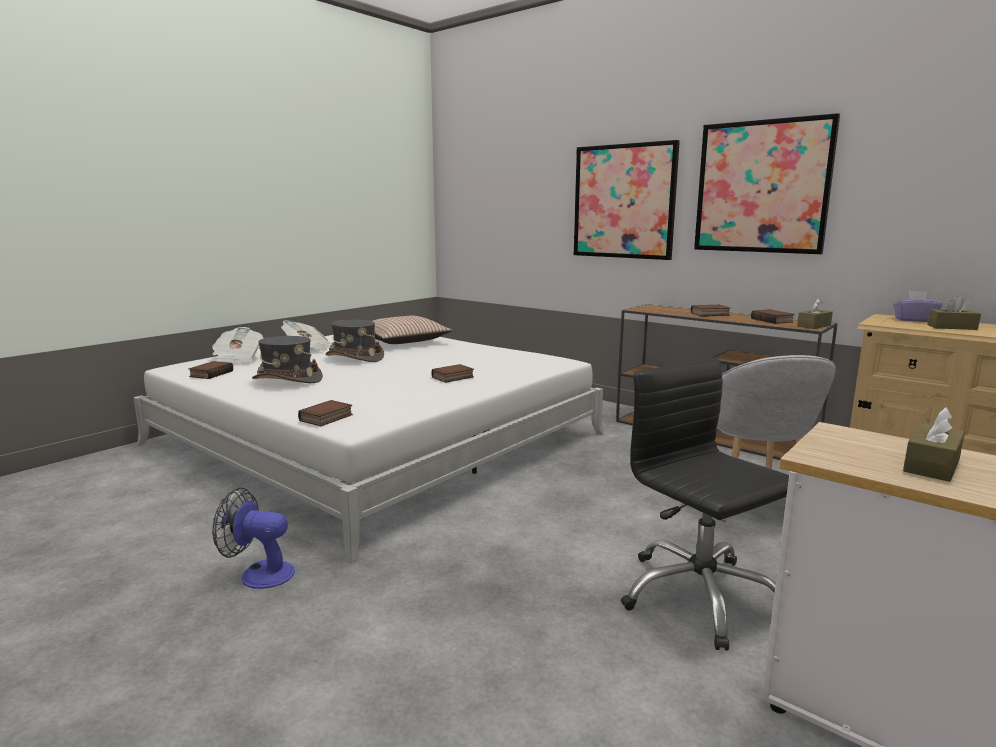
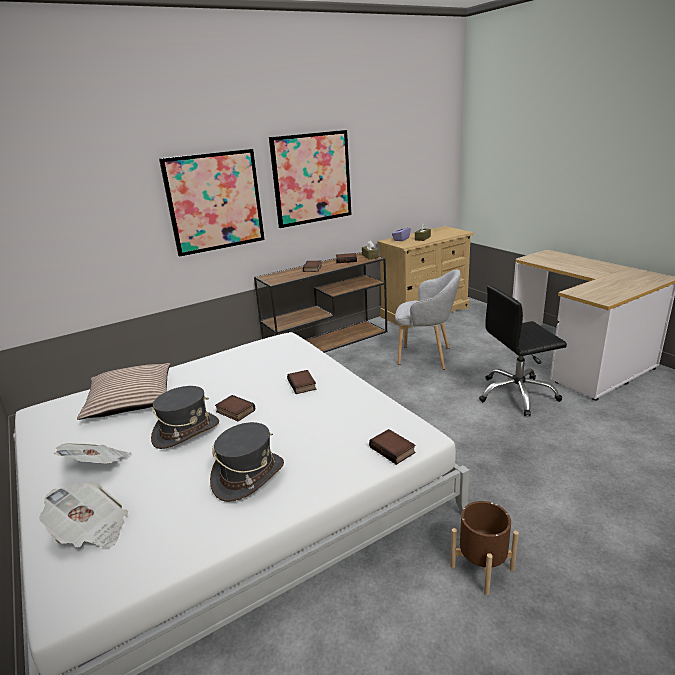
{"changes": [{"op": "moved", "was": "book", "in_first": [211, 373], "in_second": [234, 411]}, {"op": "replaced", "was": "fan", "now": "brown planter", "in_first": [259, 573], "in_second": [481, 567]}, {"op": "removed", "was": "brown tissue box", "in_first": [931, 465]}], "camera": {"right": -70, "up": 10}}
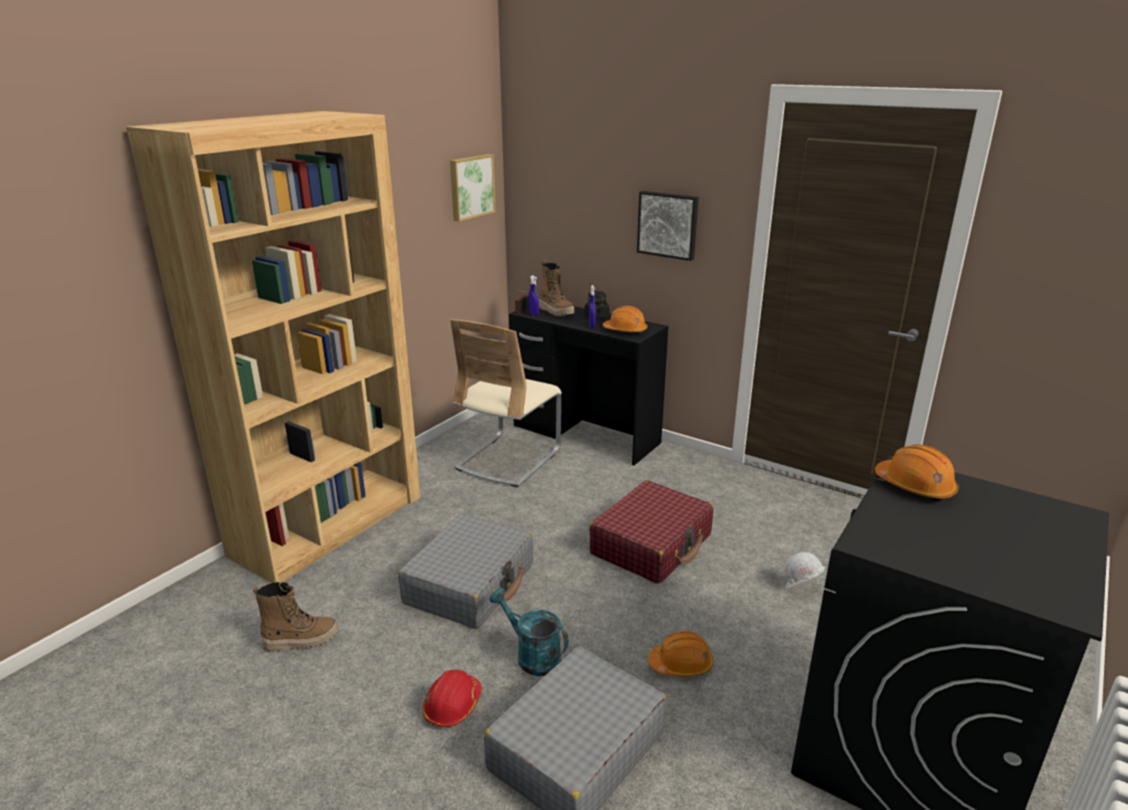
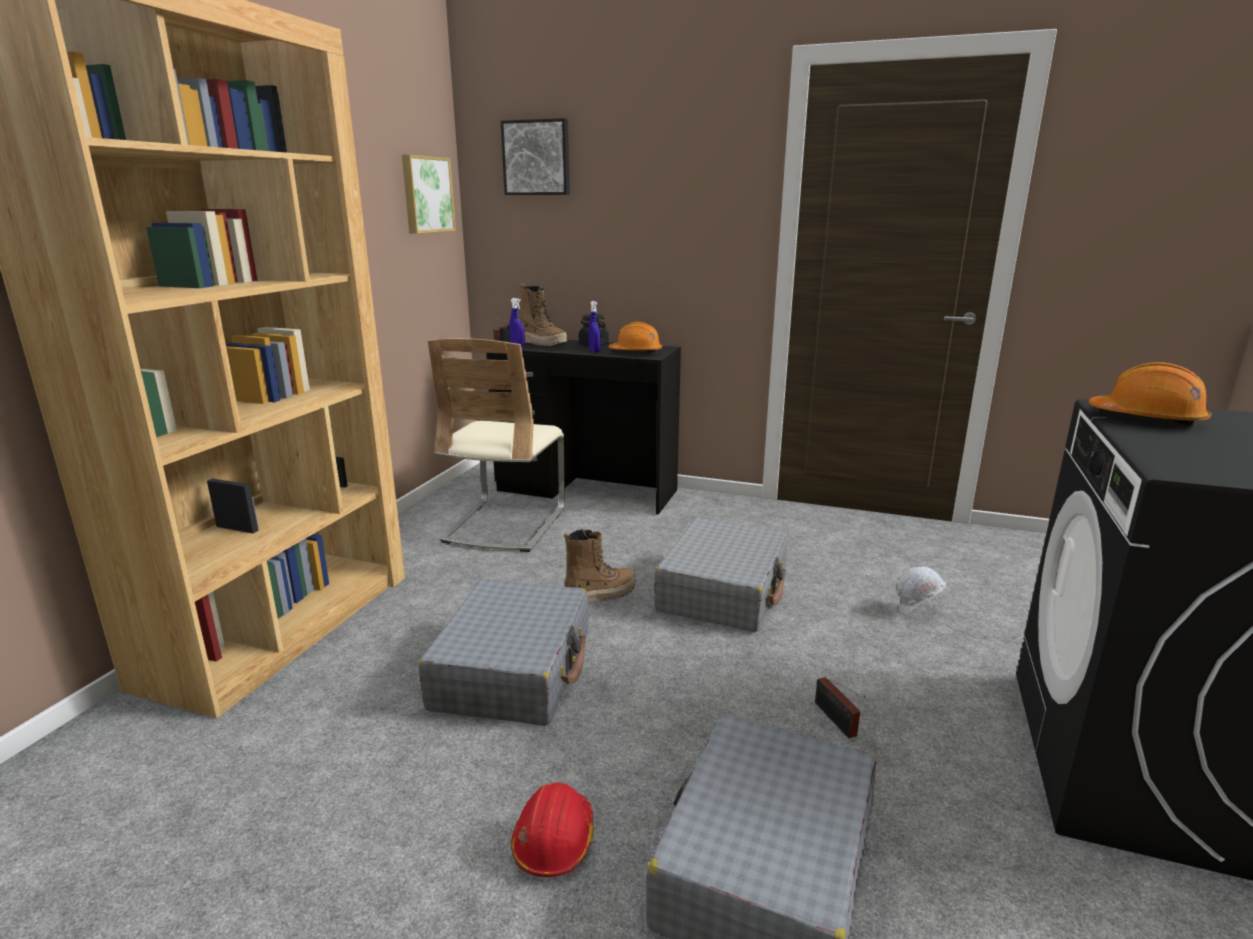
{"changes": [{"op": "moved", "was": "picture", "in_first": [668, 224], "in_second": [537, 158]}, {"op": "moved", "was": "boot", "in_first": [301, 640], "in_second": [601, 595]}, {"op": "recoloured", "was": "red suitcase", "now": "grey suitcase", "in_first": [652, 545], "in_second": [723, 591]}, {"op": "replaced", "was": "orange hard hat", "now": "radio", "in_first": [681, 664], "in_second": [836, 721]}, {"op": "removed", "was": "turquoise watering can", "in_first": [532, 655]}], "camera": {"right": -15, "up": -5}}
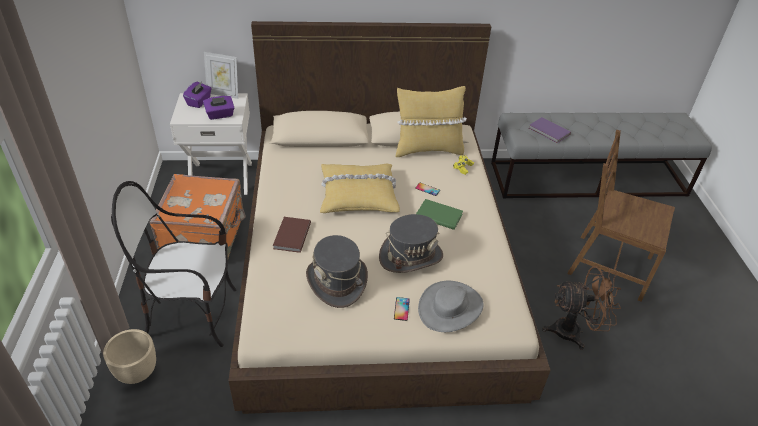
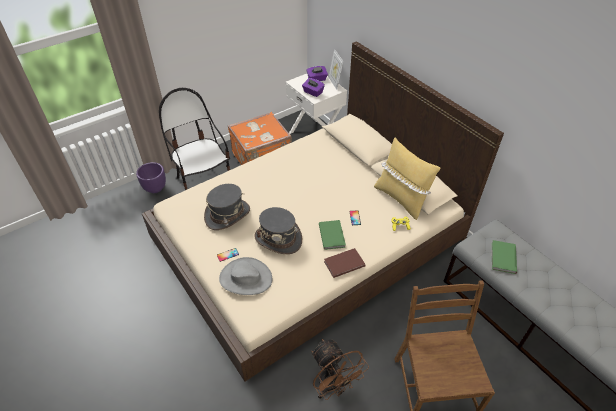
{"changes": [{"op": "recoloured", "was": "beige planter", "now": "purple planter", "in_first": [138, 372], "in_second": [155, 188]}, {"op": "moved", "was": "brown book", "in_first": [291, 236], "in_second": [343, 263]}, {"op": "recoloured", "was": "purple book", "now": "green book", "in_first": [549, 132], "in_second": [502, 258]}, {"op": "removed", "was": "yellow pillow", "in_first": [358, 195]}], "camera": {"right": 60, "up": 5}}
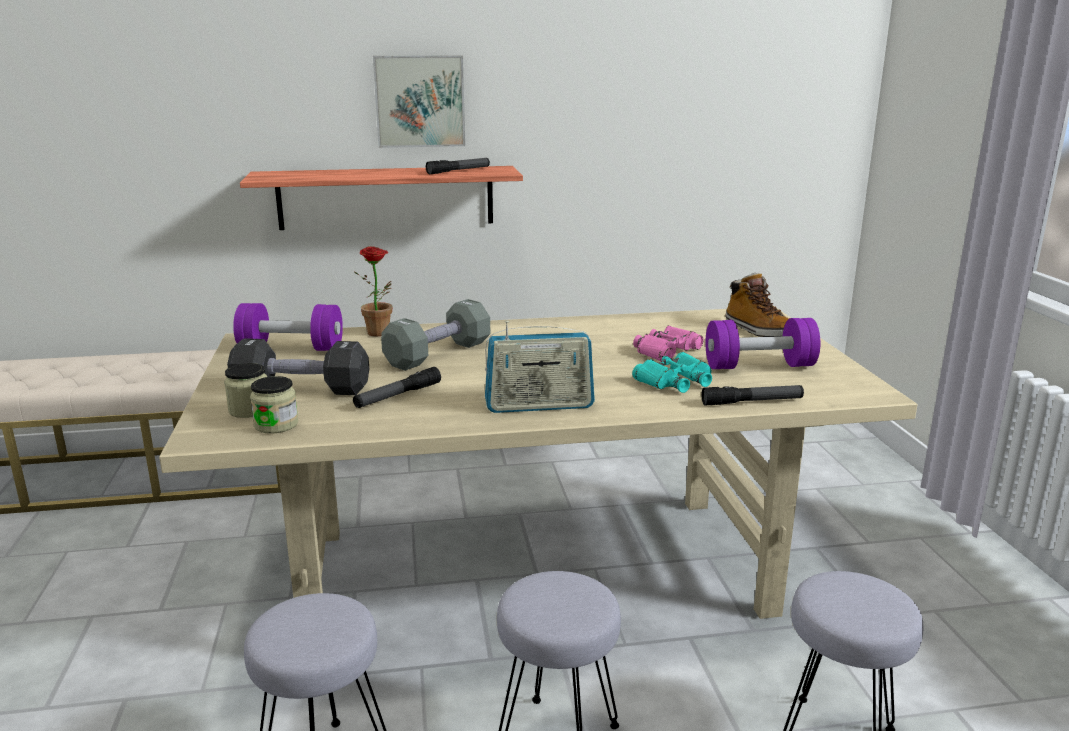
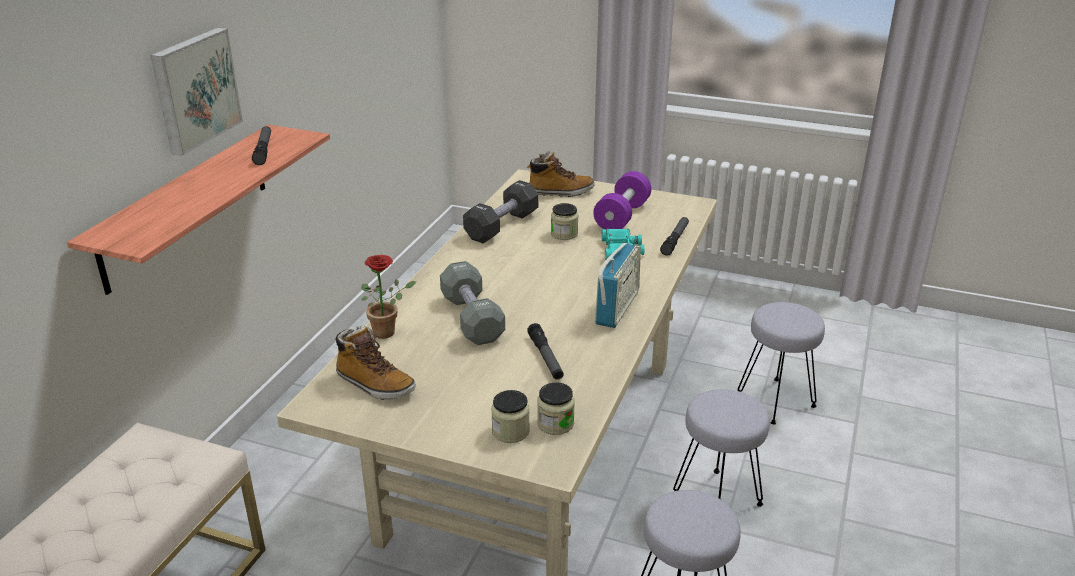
{"changes": [{"op": "replaced", "was": "purple dumbbell", "now": "boot", "in_first": [291, 348], "in_second": [374, 385]}, {"op": "moved", "was": "black dumbbell", "in_first": [301, 389], "in_second": [502, 226]}, {"op": "replaced", "was": "pink binoculars", "now": "jar", "in_first": [666, 351], "in_second": [564, 234]}], "camera": {"right": -60, "up": 10}}
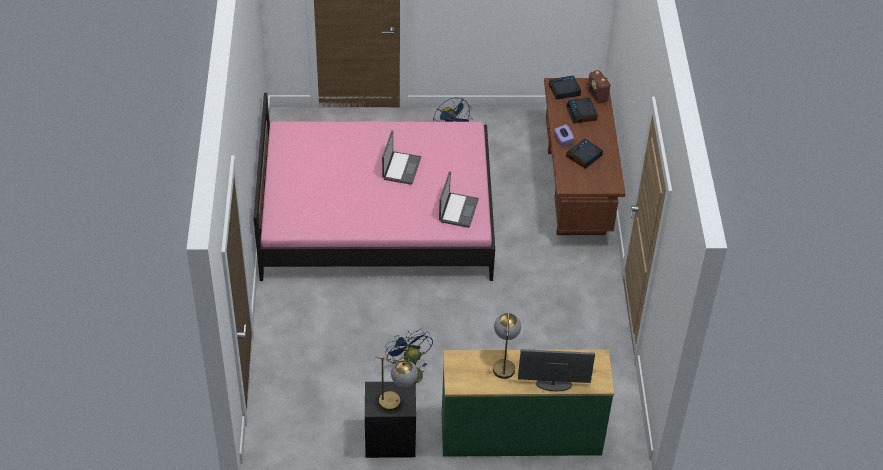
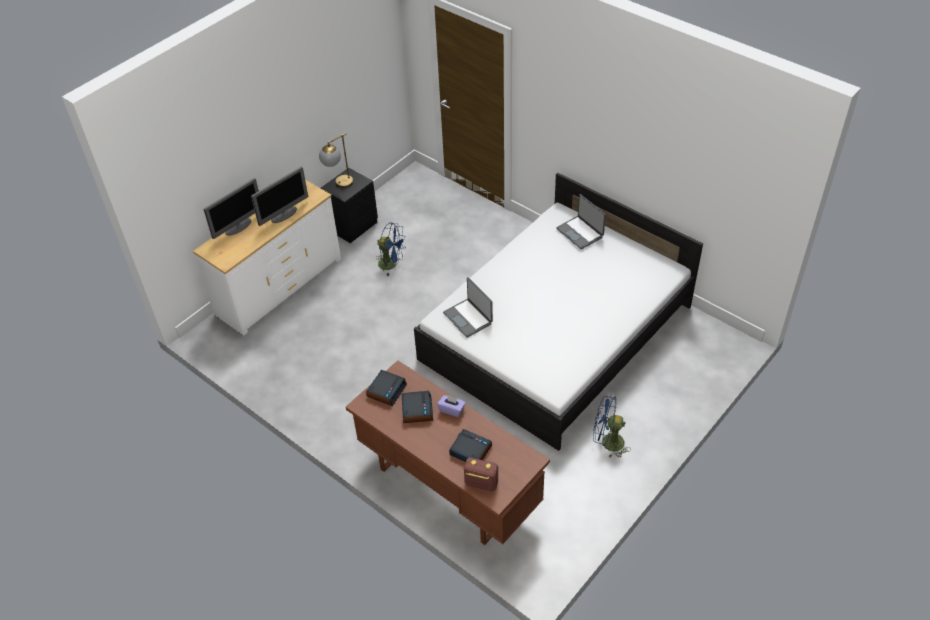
{"changes": [{"op": "recoloured", "was": "green dresser", "now": "white dresser", "in_first": [521, 435], "in_second": [279, 286]}, {"op": "replaced", "was": "table lamp", "now": "monitor", "in_first": [504, 363], "in_second": [284, 214]}, {"op": "moved", "was": "alarm clock", "in_first": [564, 90], "in_second": [386, 390]}, {"op": "recoloured", "was": "pink bed", "now": "white bed", "in_first": [376, 216], "in_second": [556, 332]}, {"op": "moved", "was": "laptop", "in_first": [400, 168], "in_second": [580, 232]}], "camera": {"right": 135, "up": 0}}
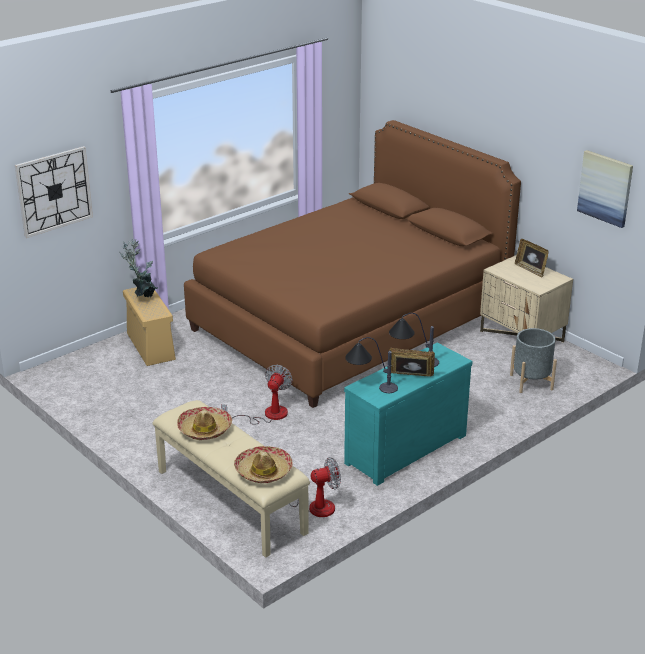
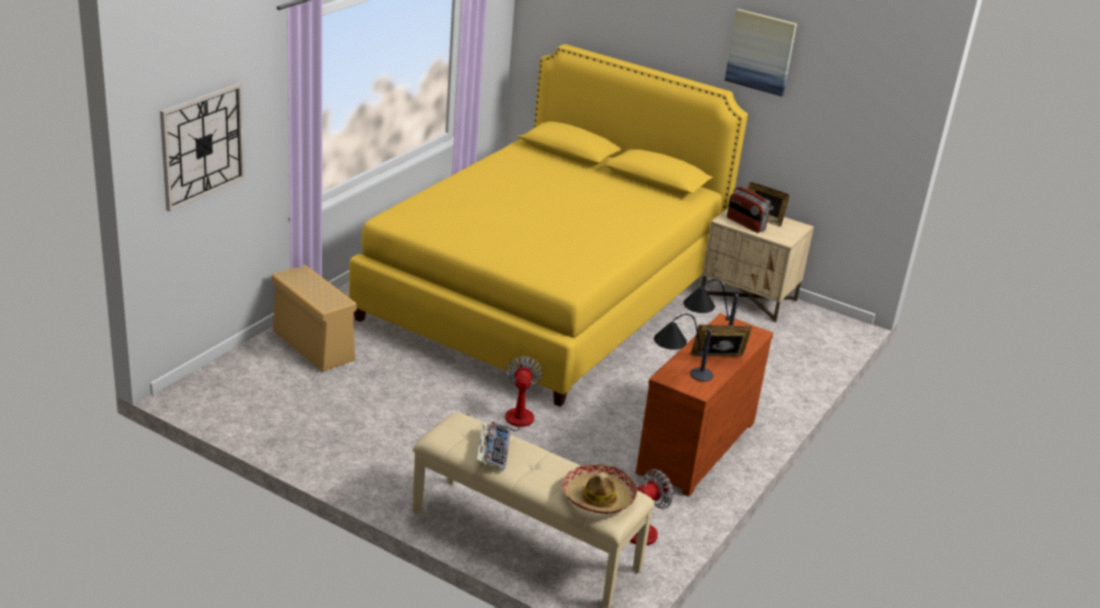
{"changes": [{"op": "recoloured", "was": "brown bed", "now": "yellow bed", "in_first": [349, 322], "in_second": [545, 295]}, {"op": "replaced", "was": "hat", "now": "keyboard", "in_first": [205, 429], "in_second": [493, 450]}, {"op": "recoloured", "was": "turquoise dresser", "now": "brown dresser", "in_first": [403, 448], "in_second": [693, 445]}, {"op": "moved", "was": "picture", "in_first": [605, 188], "in_second": [761, 52]}, {"op": "added", "now": "radio", "in_second": [745, 224]}, {"op": "removed", "was": "potted plant", "in_first": [143, 296]}, {"op": "removed", "was": "grey planter", "in_first": [531, 382]}], "camera": {"right": -20, "up": 0}}
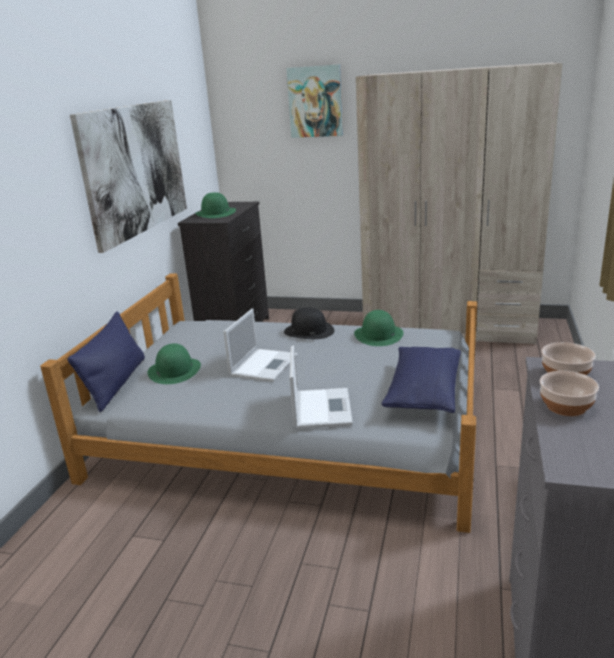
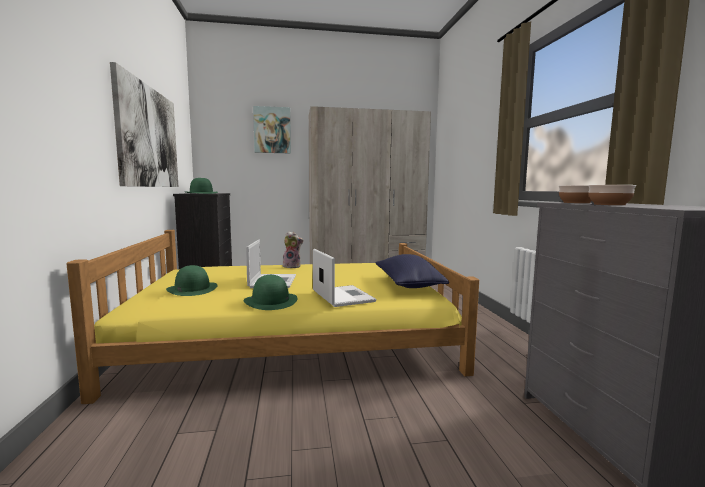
{"changes": [{"op": "recoloured", "was": "grey bed", "now": "yellow bed", "in_first": [294, 428], "in_second": [294, 337]}, {"op": "moved", "was": "green hat", "in_first": [378, 335], "in_second": [271, 301]}, {"op": "replaced", "was": "black hat", "now": "plush toy", "in_first": [308, 331], "in_second": [292, 266]}, {"op": "removed", "was": "blue pillow", "in_first": [116, 383]}], "camera": {"right": -25, "up": -15}}
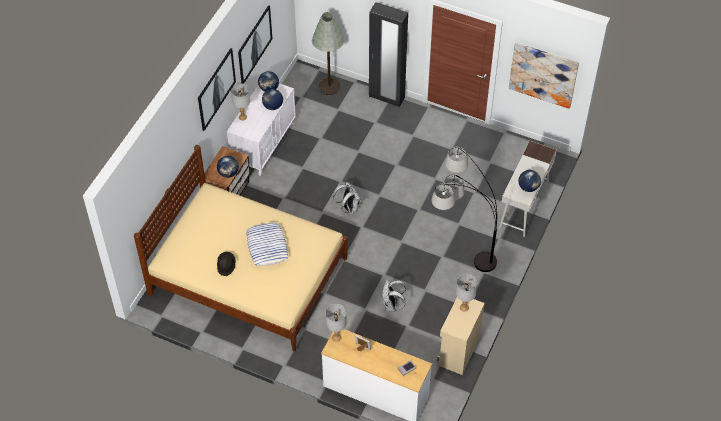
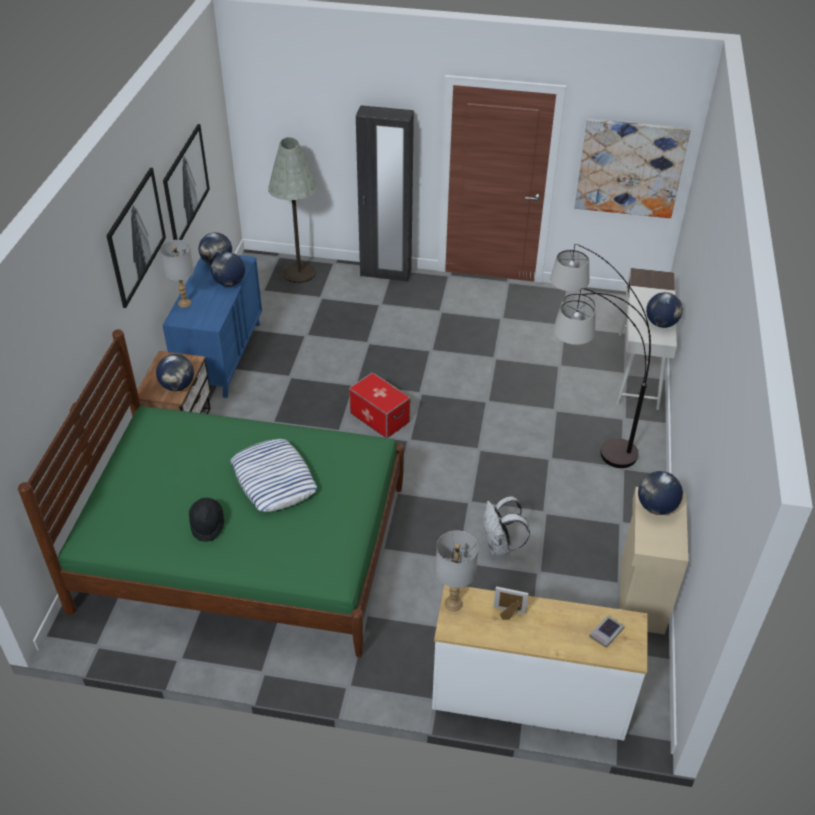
{"changes": [{"op": "recoloured", "was": "beige bed", "now": "green bed", "in_first": [248, 276], "in_second": [244, 547]}, {"op": "recoloured", "was": "white dresser", "now": "blue dresser", "in_first": [264, 144], "in_second": [221, 356]}, {"op": "replaced", "was": "white backpack", "now": "storage box", "in_first": [348, 208], "in_second": [379, 417]}, {"op": "replaced", "was": "grey table lamp", "now": "globe", "in_first": [464, 307], "in_second": [656, 507]}], "camera": {"right": -15, "up": -10}}
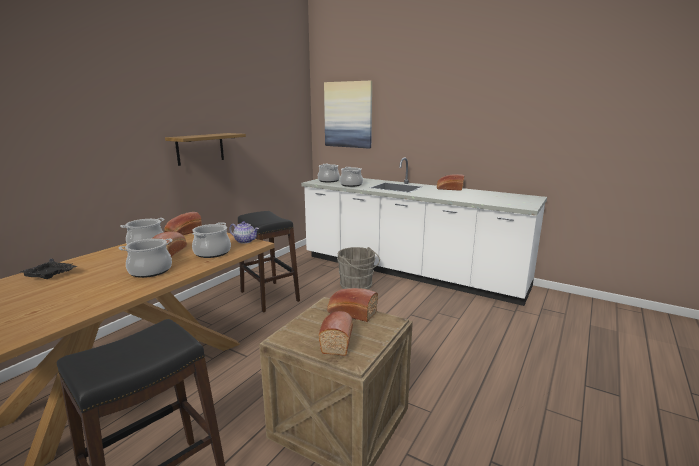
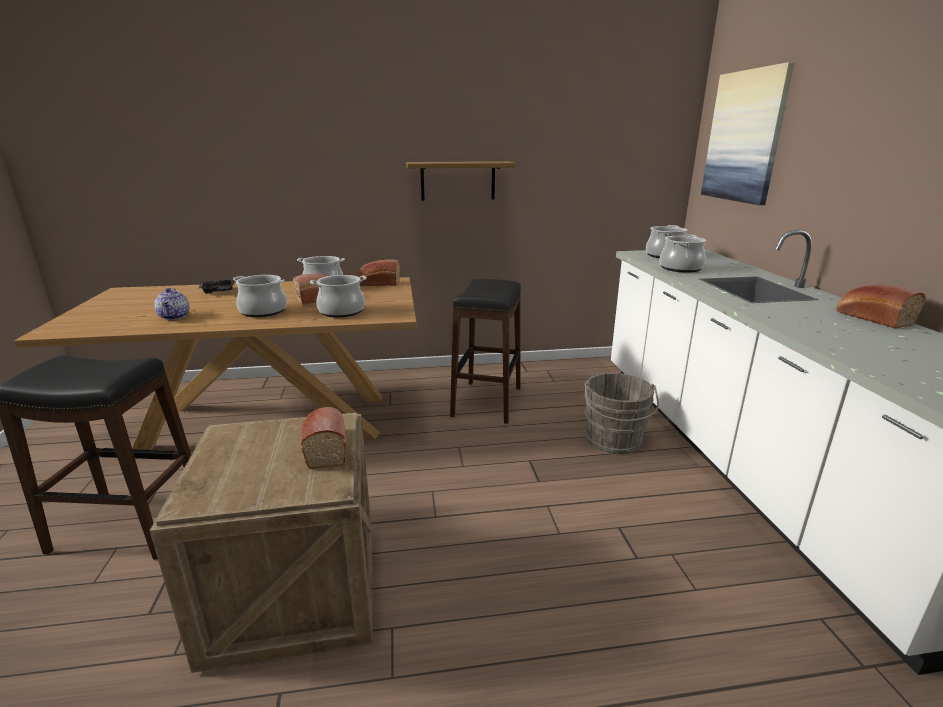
{"changes": [{"op": "moved", "was": "teapot", "in_first": [245, 241], "in_second": [175, 316]}, {"op": "removed", "was": "bread", "in_first": [337, 340]}], "camera": {"right": 50, "up": 5}}
